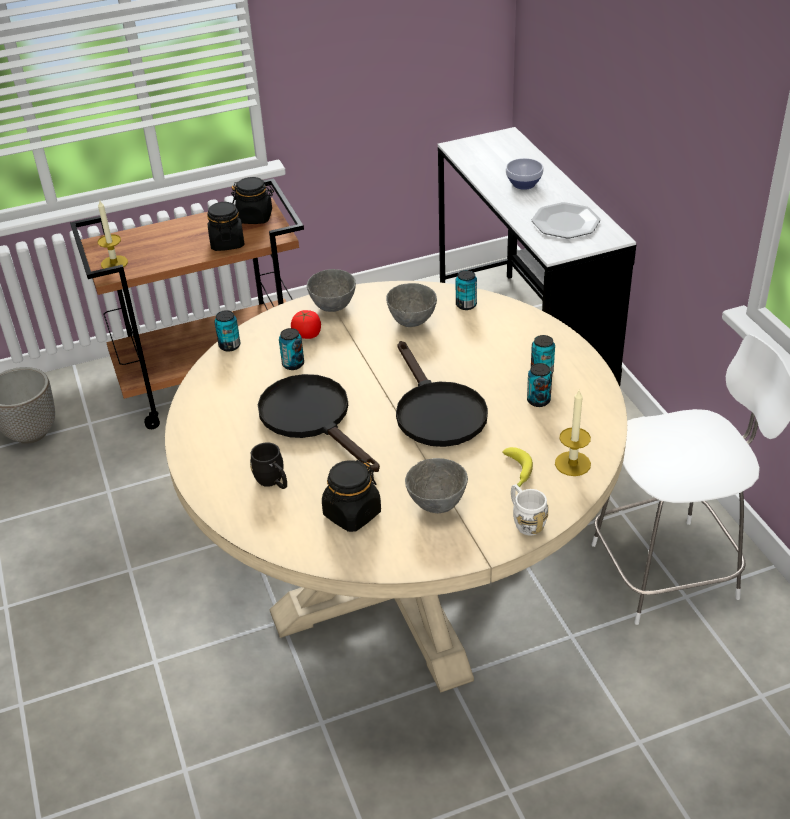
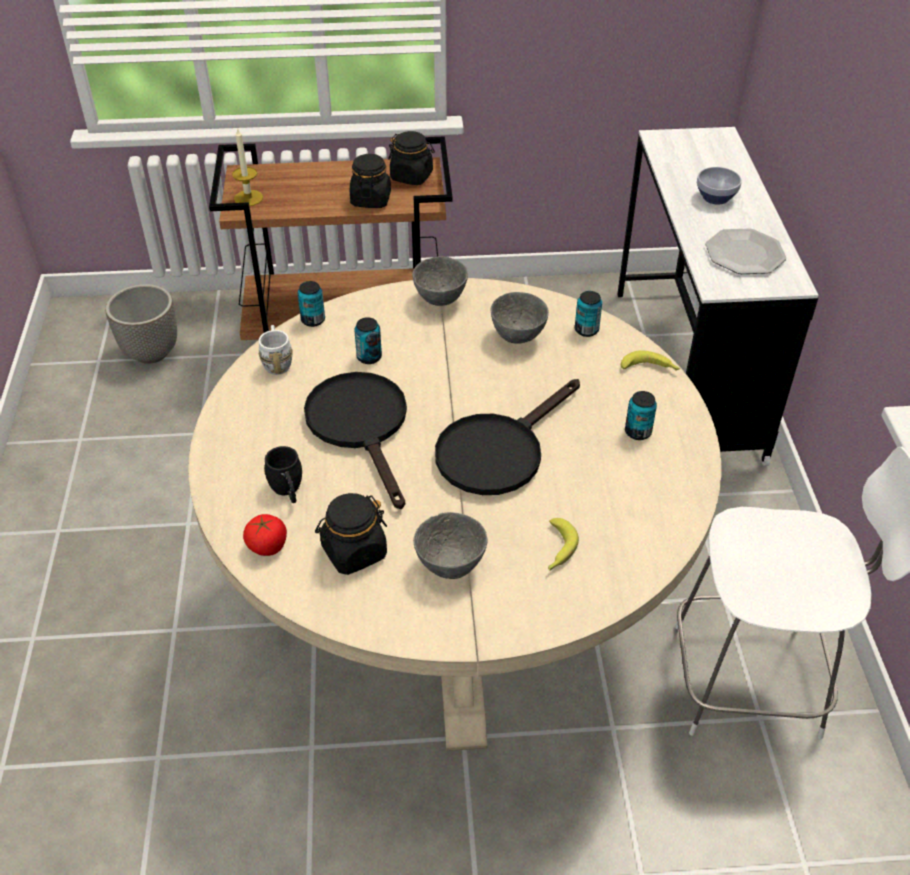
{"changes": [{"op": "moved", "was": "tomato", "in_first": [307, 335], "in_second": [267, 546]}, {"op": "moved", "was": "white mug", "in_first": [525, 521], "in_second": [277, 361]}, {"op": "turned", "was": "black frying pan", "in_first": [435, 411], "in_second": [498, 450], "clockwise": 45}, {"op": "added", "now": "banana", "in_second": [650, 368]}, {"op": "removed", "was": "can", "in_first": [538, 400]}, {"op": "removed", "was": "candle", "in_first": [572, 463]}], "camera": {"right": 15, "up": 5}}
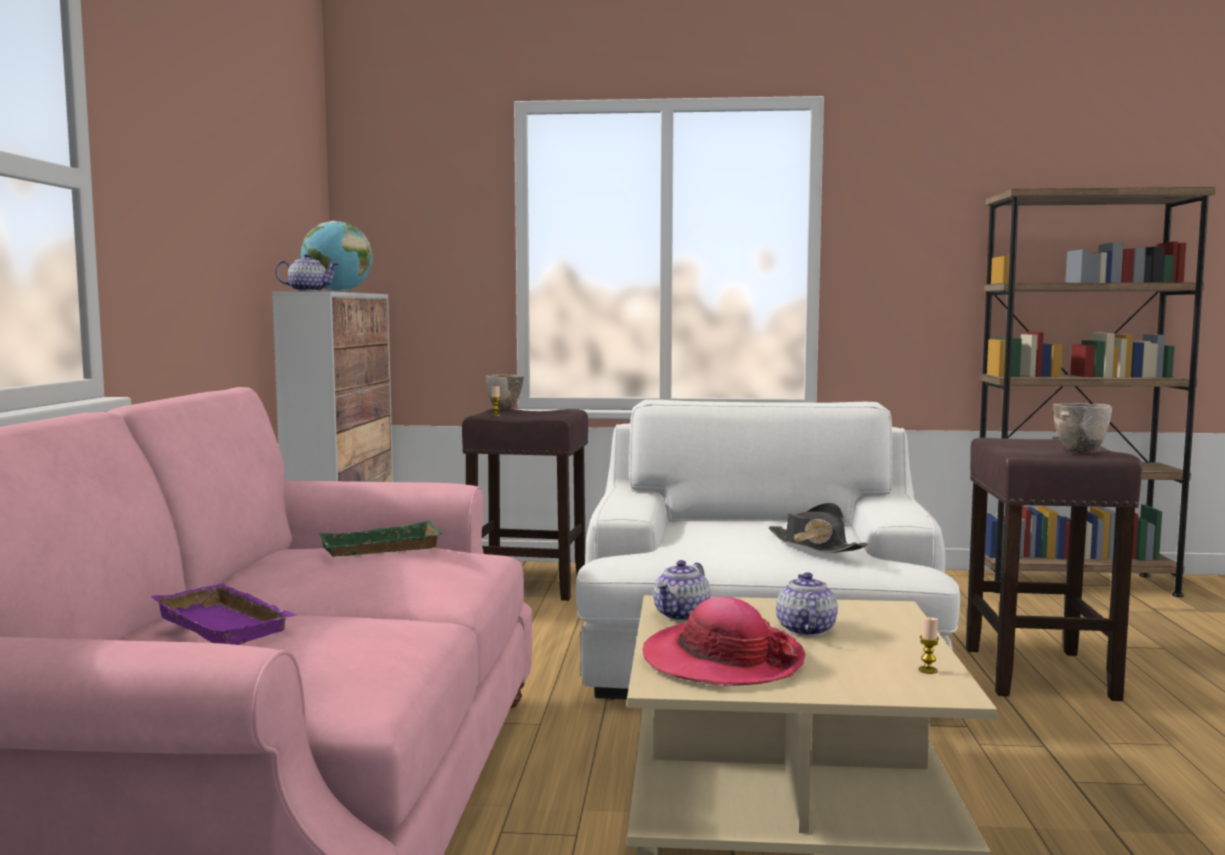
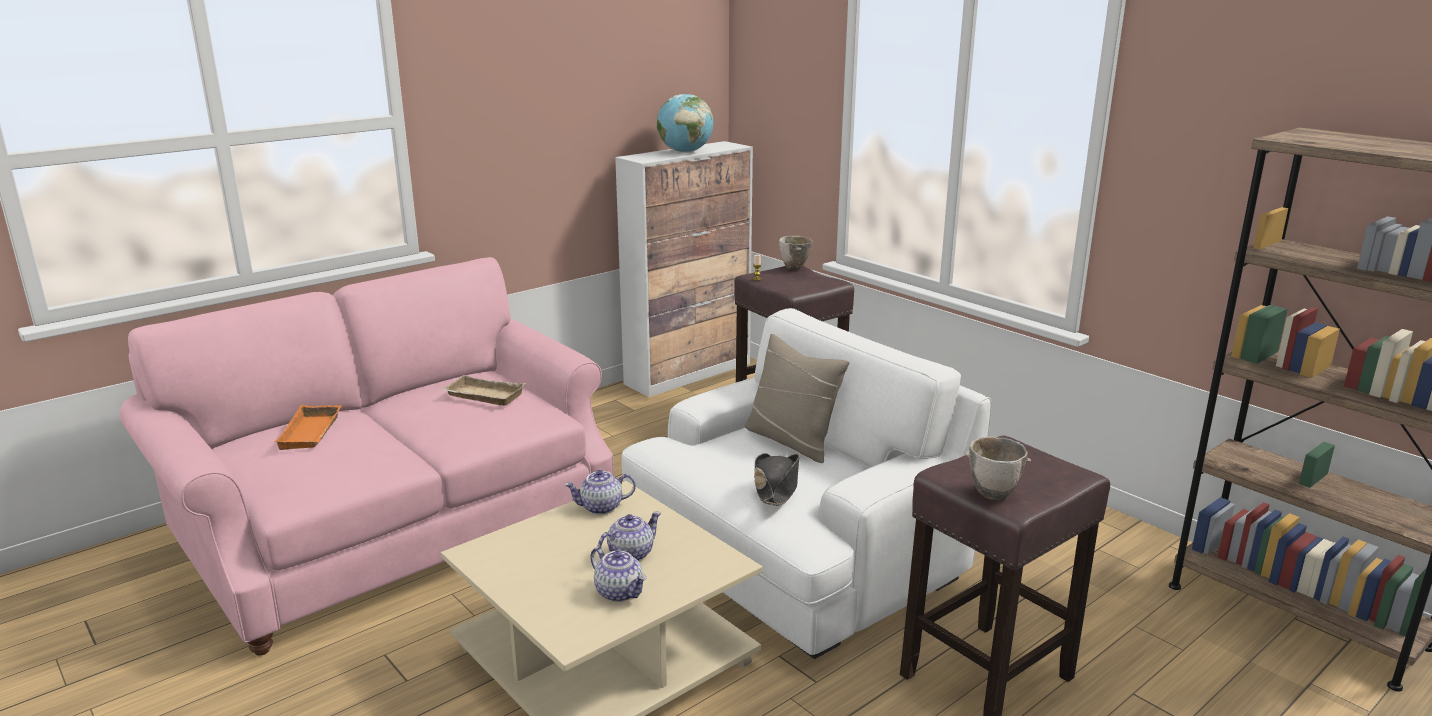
{"changes": [{"op": "recoloured", "was": "purple tray", "now": "orange tray", "in_first": [228, 625], "in_second": [312, 433]}, {"op": "recoloured", "was": "green tray", "now": "beige tray", "in_first": [379, 549], "in_second": [482, 396]}, {"op": "moved", "was": "teapot", "in_first": [308, 291], "in_second": [620, 592]}, {"op": "added", "now": "beige pillow", "in_second": [792, 441]}, {"op": "removed", "was": "hat", "in_first": [722, 660]}, {"op": "removed", "was": "candle", "in_first": [928, 670]}], "camera": {"right": 45, "up": 15}}
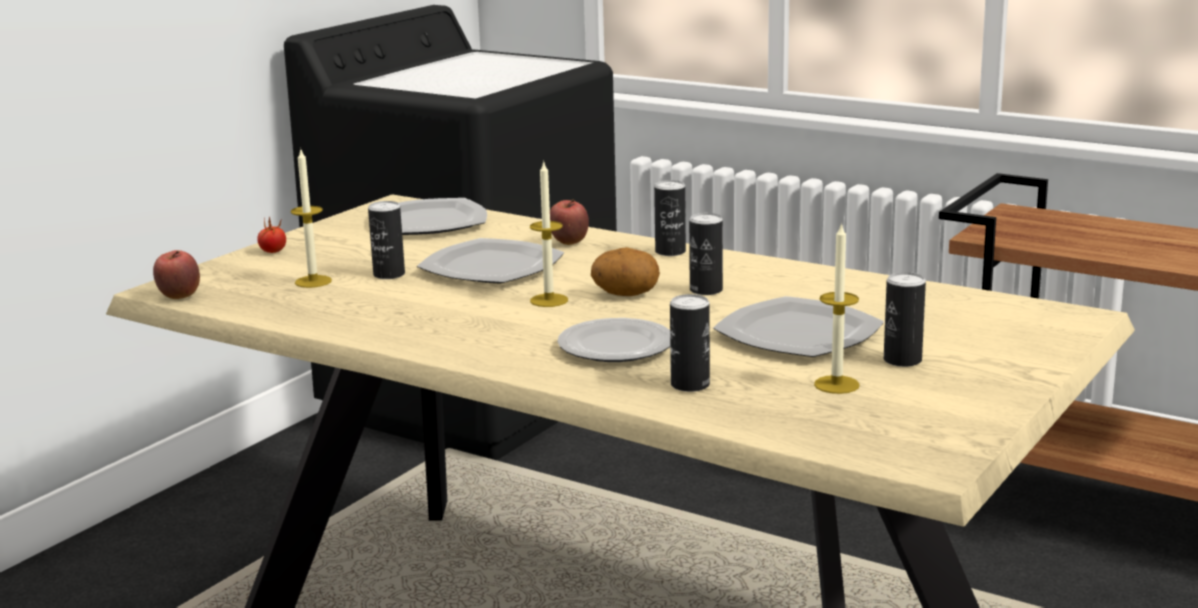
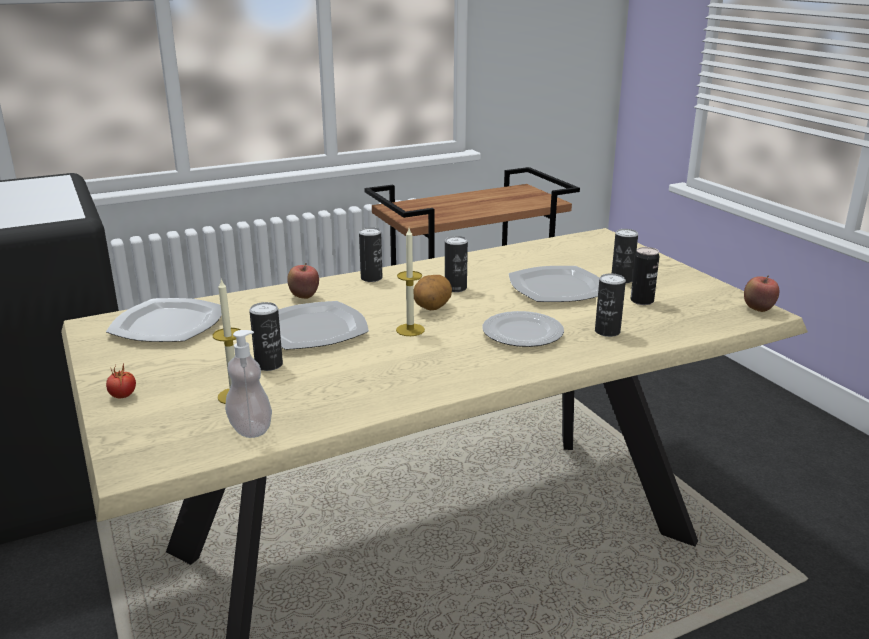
{"changes": [{"op": "added", "now": "soap dispenser", "in_second": [250, 429]}, {"op": "replaced", "was": "candle", "now": "can", "in_first": [836, 385], "in_second": [642, 301]}, {"op": "moved", "was": "apple", "in_first": [179, 297], "in_second": [758, 310]}], "camera": {"right": -60, "up": 5}}
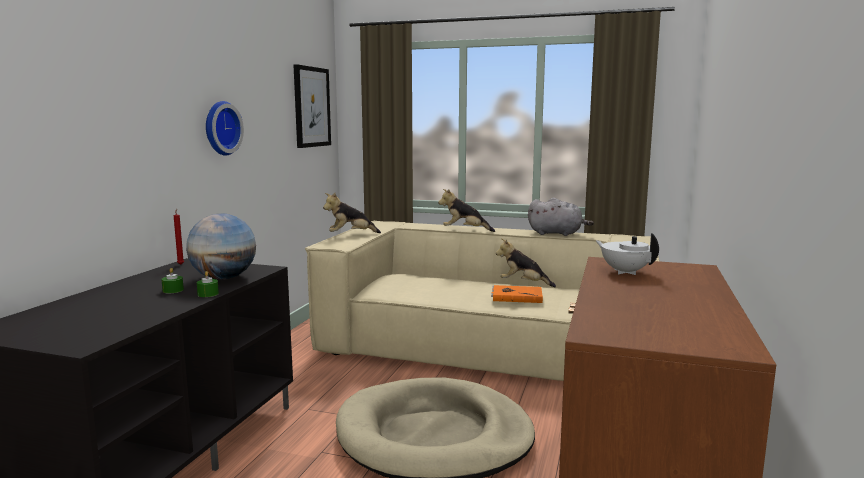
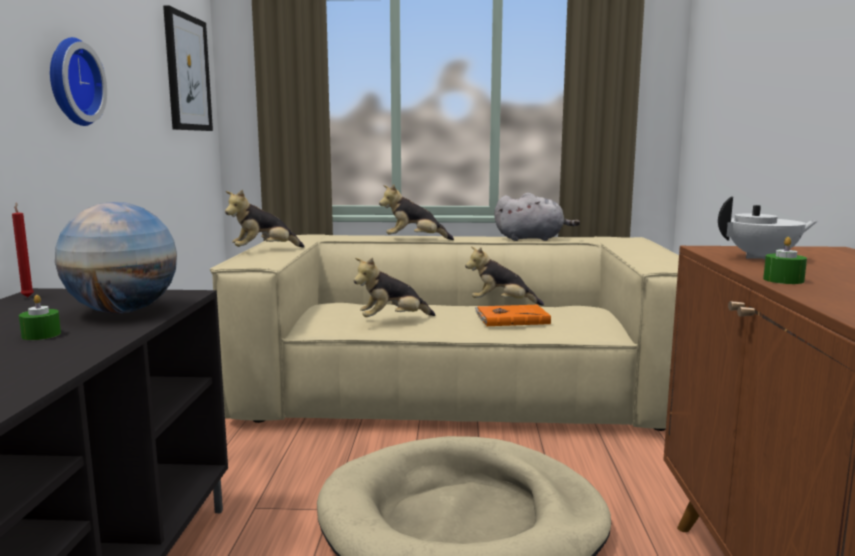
{"changes": [{"op": "added", "now": "plush toy", "in_second": [392, 320]}, {"op": "turned", "was": "white teapot", "in_first": [625, 272], "in_second": [763, 258], "clockwise": 135}, {"op": "moved", "was": "green candle", "in_first": [208, 294], "in_second": [783, 280]}], "camera": {"right": -15, "up": 0}}
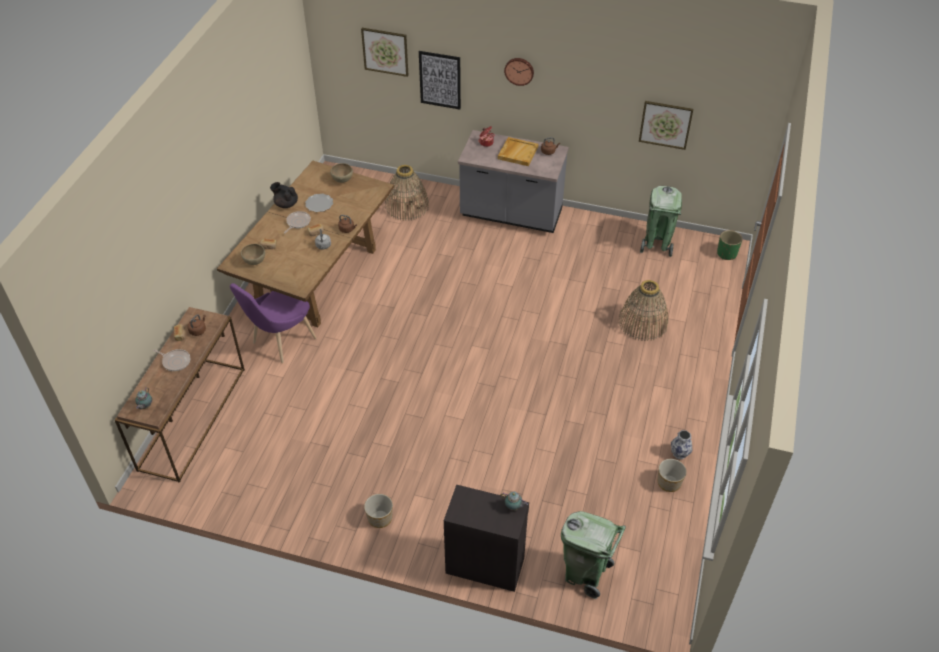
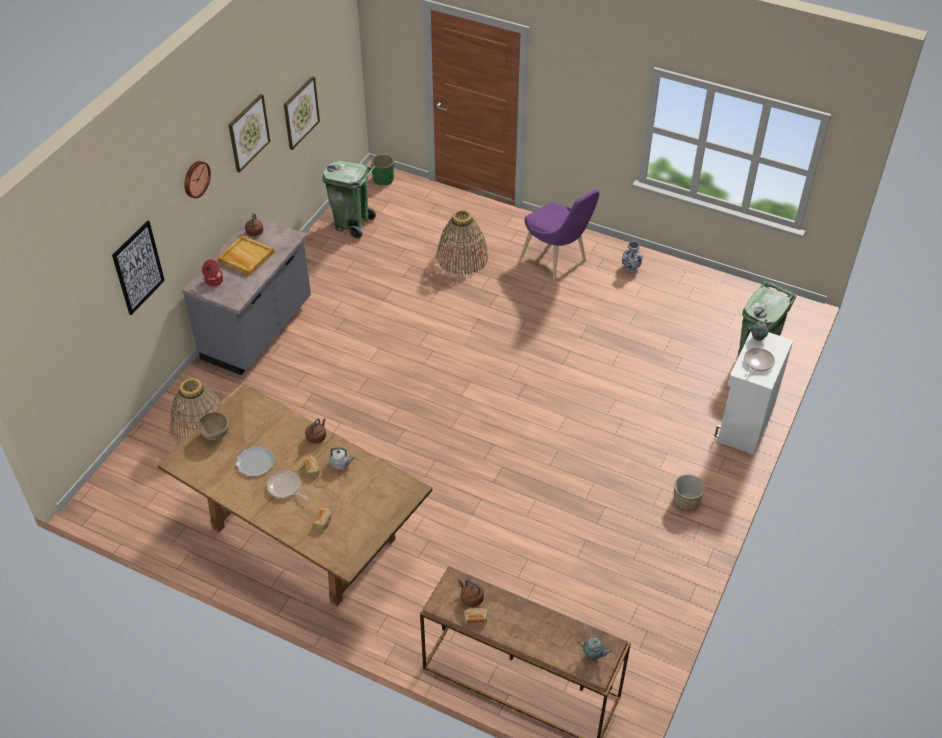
{"changes": [{"op": "moved", "was": "picture", "in_first": [385, 51], "in_second": [248, 132]}, {"op": "moved", "was": "purple chair", "in_first": [280, 342], "in_second": [557, 260]}, {"op": "recoloured", "was": "black cabinet", "now": "white cabinet", "in_first": [484, 564], "in_second": [744, 423]}, {"op": "moved", "was": "frying pan", "in_first": [175, 361], "in_second": [757, 363]}, {"op": "removed", "was": "brown bowl", "in_first": [254, 262]}, {"op": "removed", "was": "black teapot", "in_first": [286, 204]}, {"op": "removed", "was": "planter", "in_first": [669, 482]}], "camera": {"right": -80, "up": 0}}
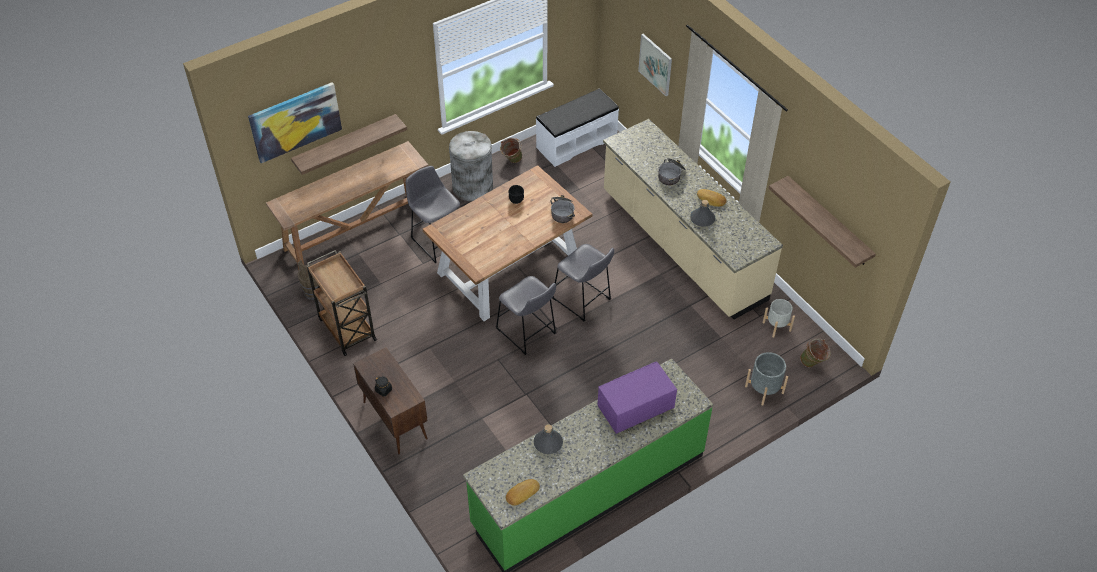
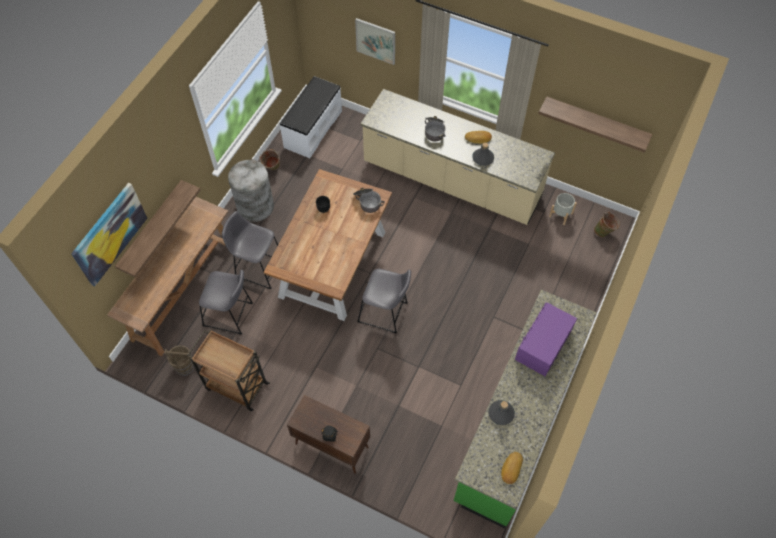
{"changes": [{"op": "moved", "was": "grey stool", "in_first": [583, 300], "in_second": [230, 315]}, {"op": "removed", "was": "grey planter", "in_first": [764, 389]}], "camera": {"right": -30, "up": 10}}
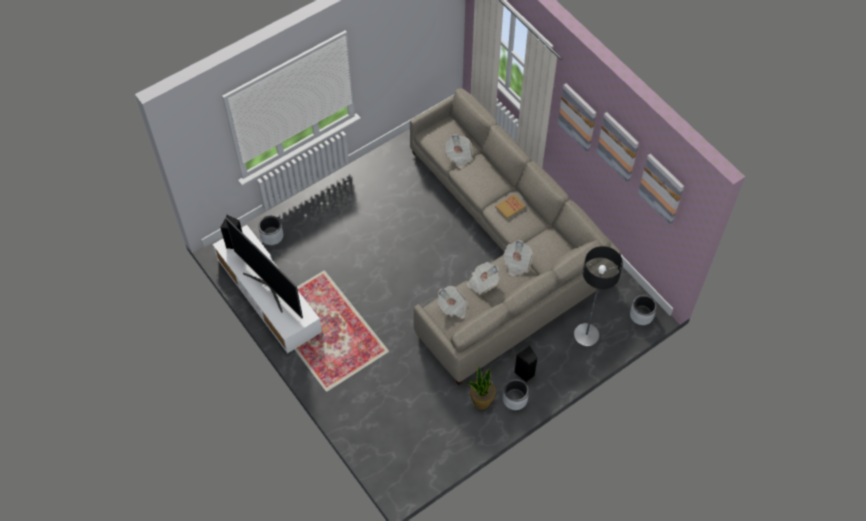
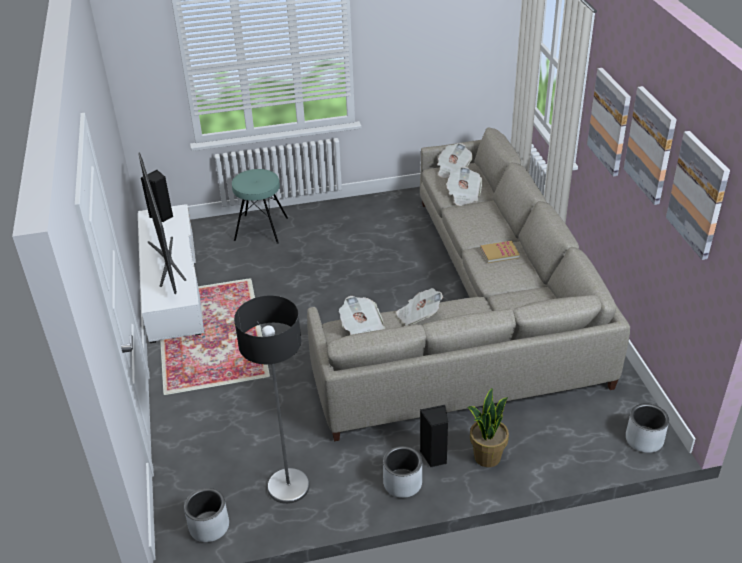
{"changes": [{"op": "moved", "was": "grey planter", "in_first": [271, 236], "in_second": [209, 526]}, {"op": "added", "now": "turquoise stool", "in_second": [261, 229]}, {"op": "moved", "was": "floor lamp", "in_first": [586, 335], "in_second": [289, 486]}, {"op": "moved", "was": "newspaper", "in_first": [516, 263], "in_second": [452, 170]}, {"op": "moved", "was": "potted plant", "in_first": [481, 401], "in_second": [486, 456]}], "camera": {"right": 25, "up": -20}}
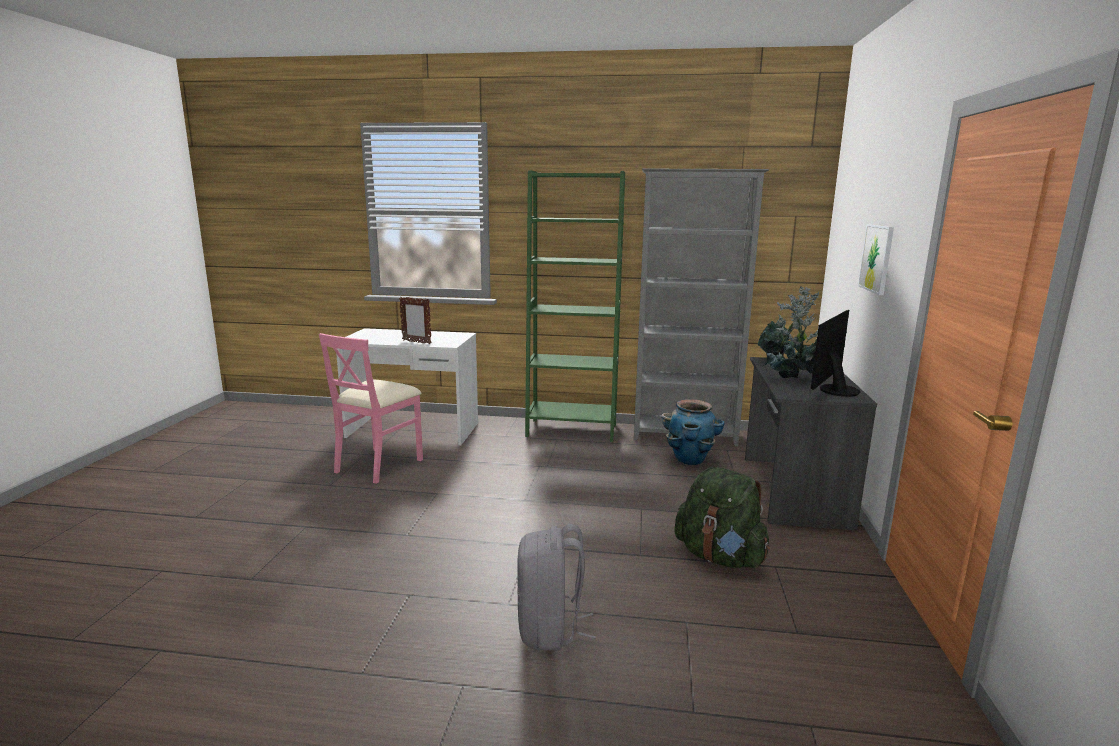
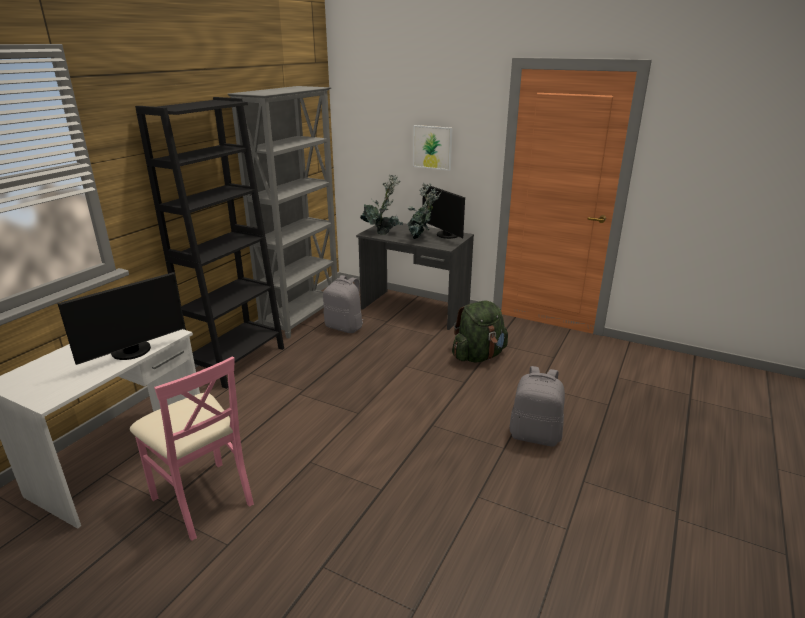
{"changes": [{"op": "replaced", "was": "picture frame", "now": "monitor", "in_first": [416, 342], "in_second": [133, 352]}, {"op": "recoloured", "was": "green bookcase", "now": "black bookcase", "in_first": [571, 430], "in_second": [238, 361]}, {"op": "replaced", "was": "planter", "now": "grey backpack", "in_first": [690, 460], "in_second": [345, 327]}], "camera": {"right": -70, "up": 10}}
